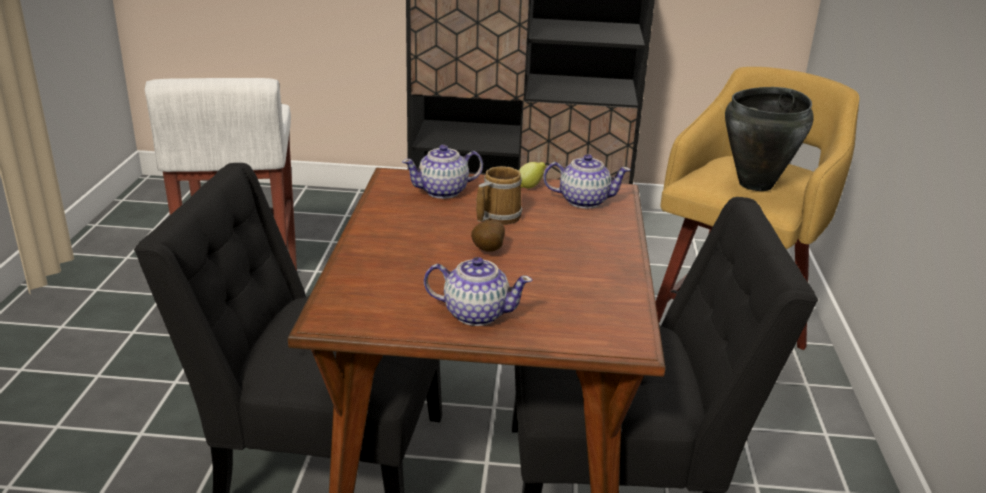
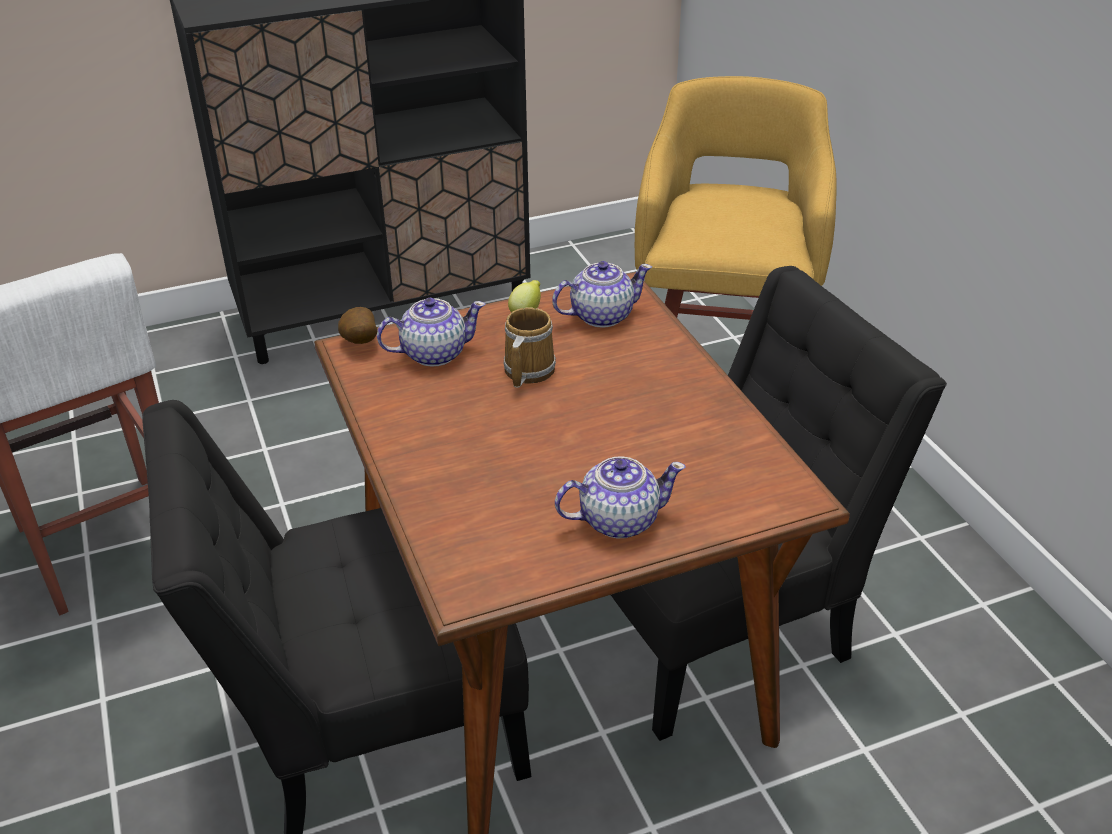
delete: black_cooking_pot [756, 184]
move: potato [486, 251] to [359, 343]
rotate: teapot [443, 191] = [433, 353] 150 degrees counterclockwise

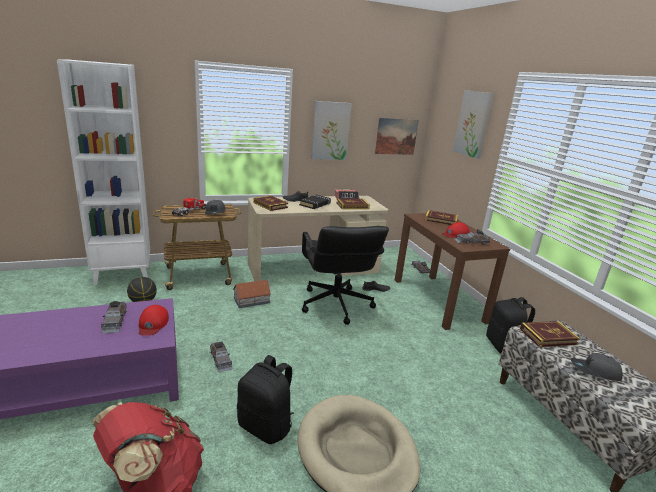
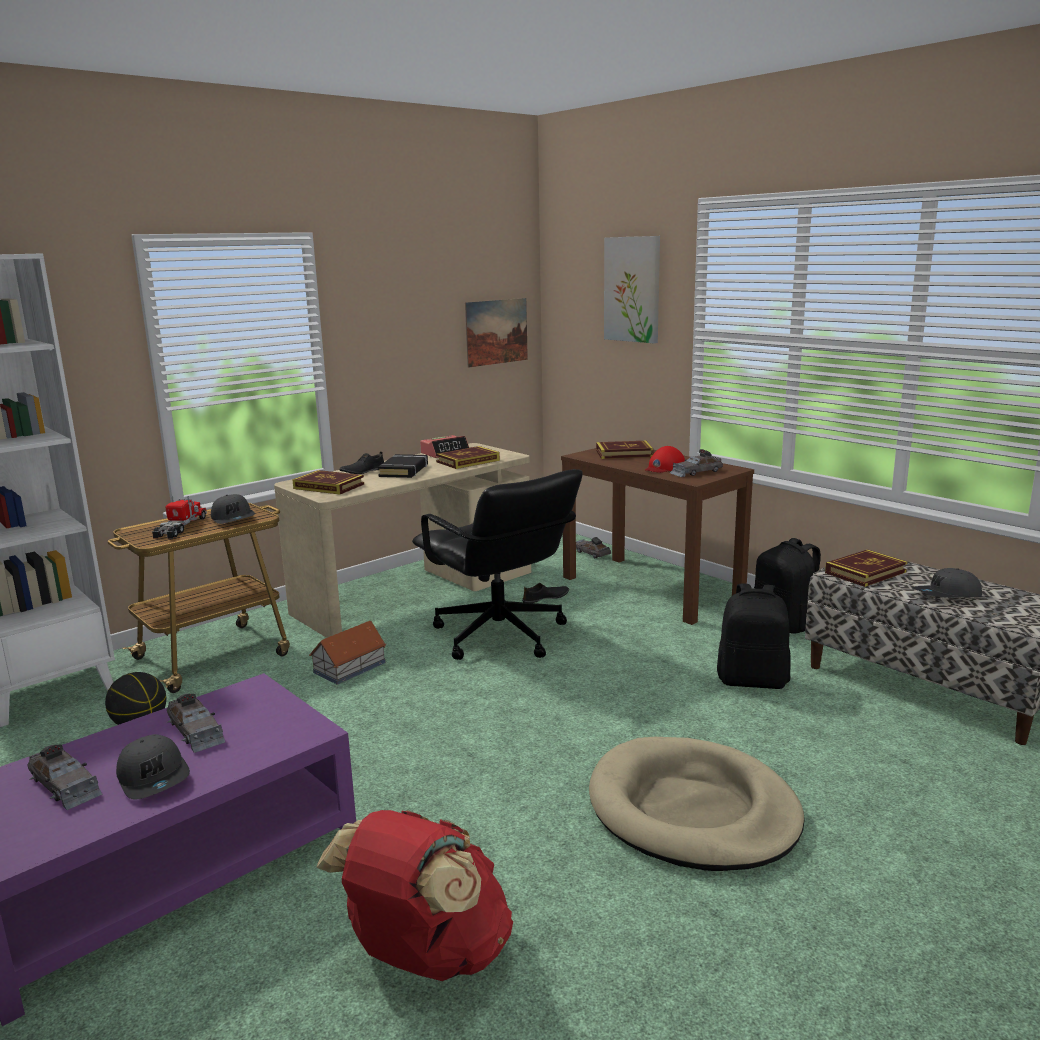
delete: picture [330, 131]; red_cap [153, 324]
insert: grey_cap [154, 777]
move: grey_toy_car [220, 359] to [65, 785]; black_backpack [266, 426] to [753, 680]

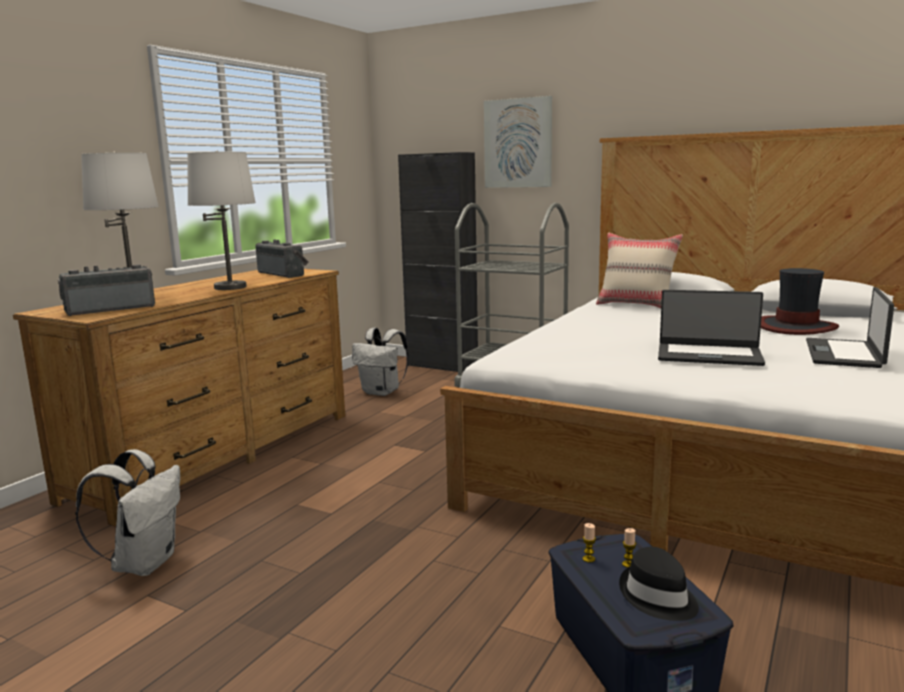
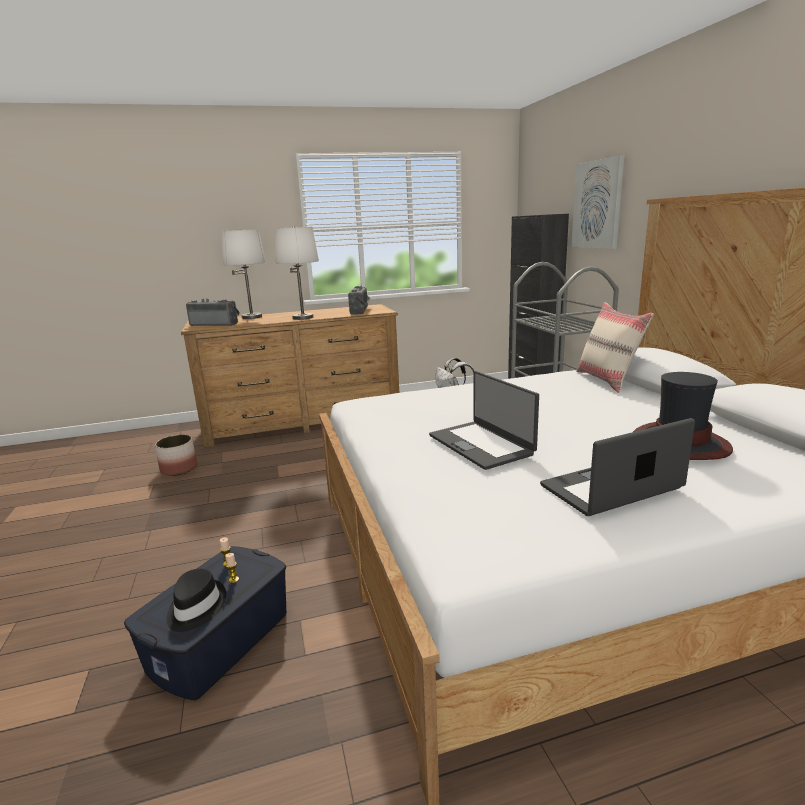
replace: white_backpack [144, 563] to planter [179, 468]

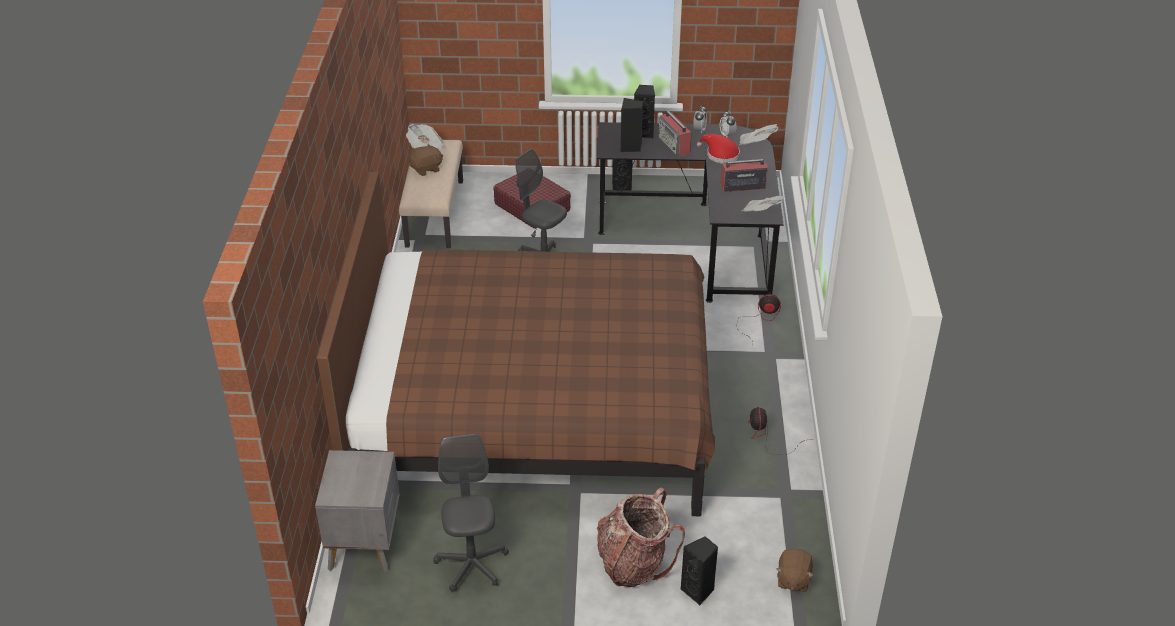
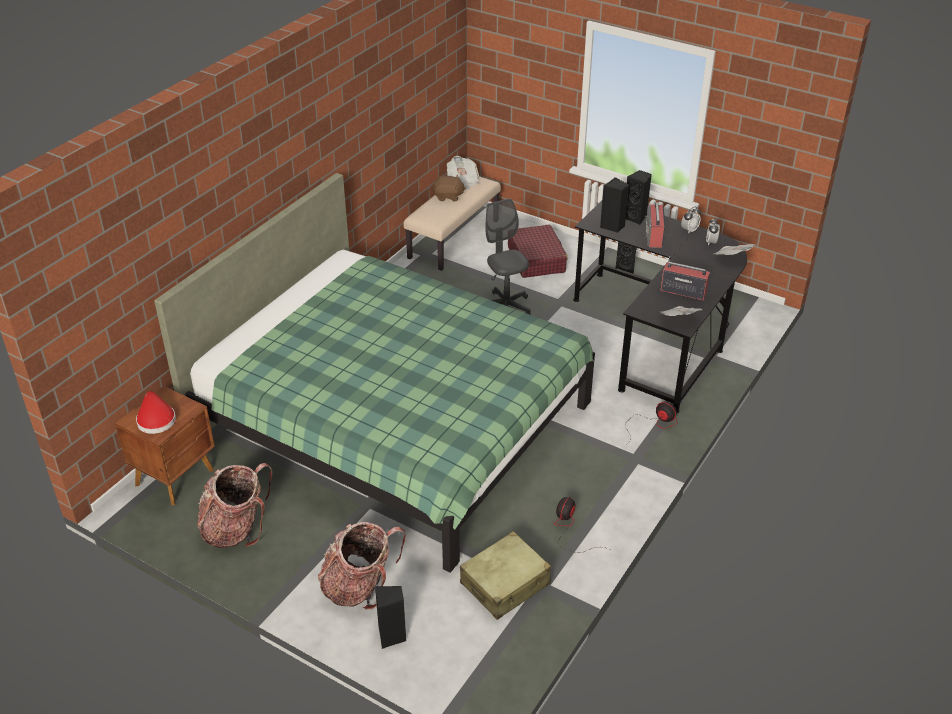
delete: brown_plush_toy [793, 580]
insert: beige_suitcase [505, 584]
move: red_hat [720, 155] to [155, 419]
replace: grey_office_chair [472, 565] to backpack [236, 529]
recolor: brown_bed [533, 408] to green_bed [393, 423]; grey_nightstand [365, 544] to brown_nightstand [176, 477]

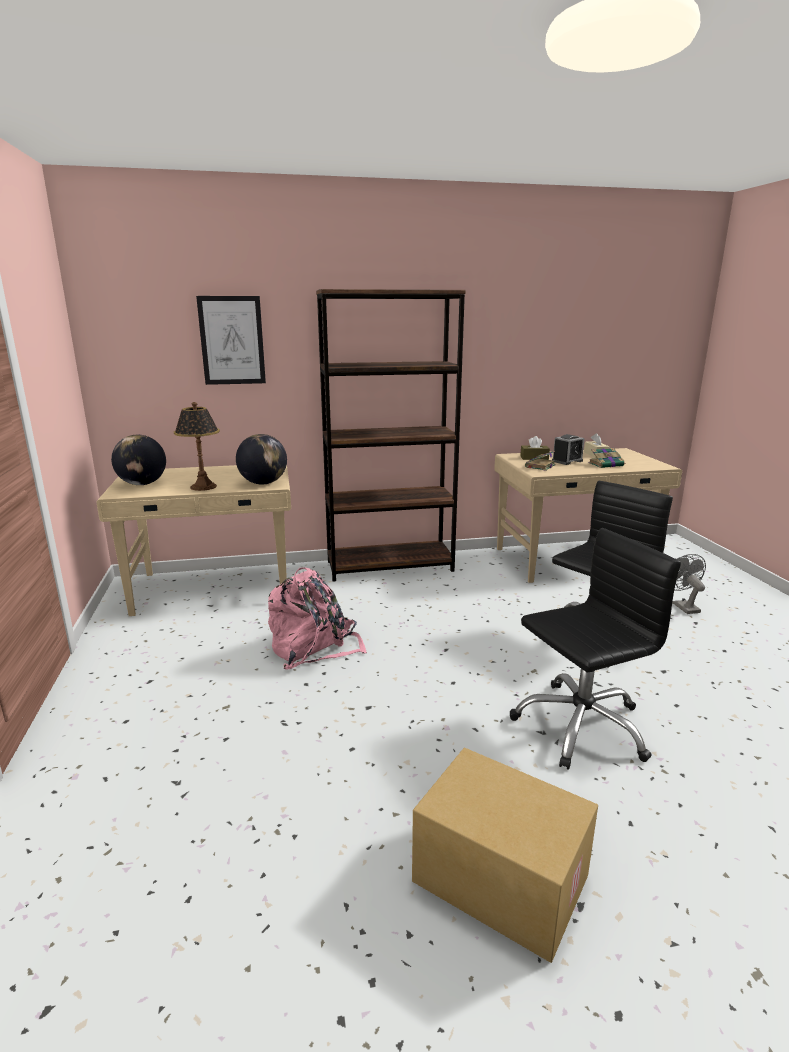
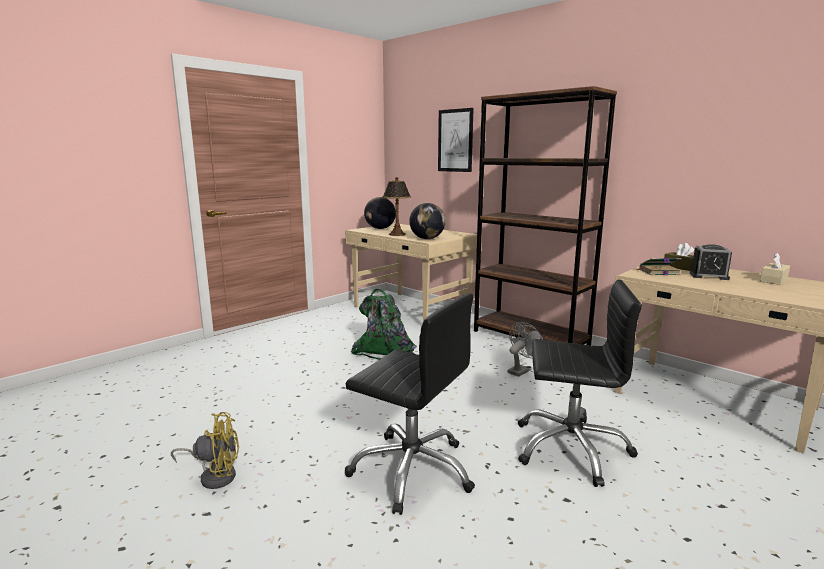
delete: book [606, 464]
move: grey_fan [682, 606] to [521, 370]
replace: cardboard_box [498, 879] to yellow_fan [214, 475]
recolor: pink_backpack [314, 648] to green_backpack [386, 353]

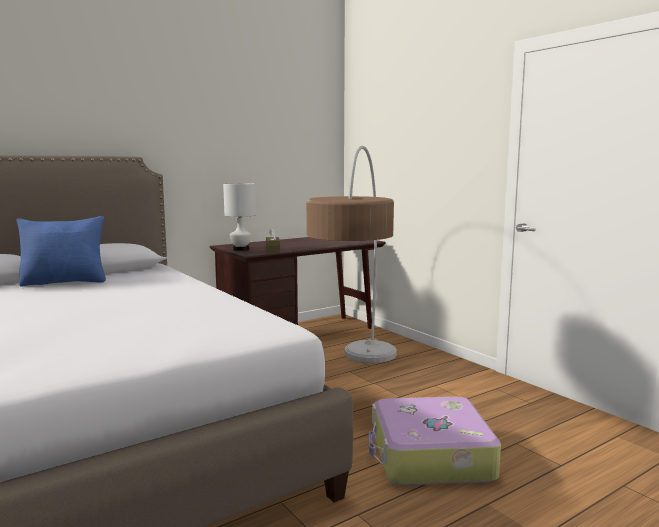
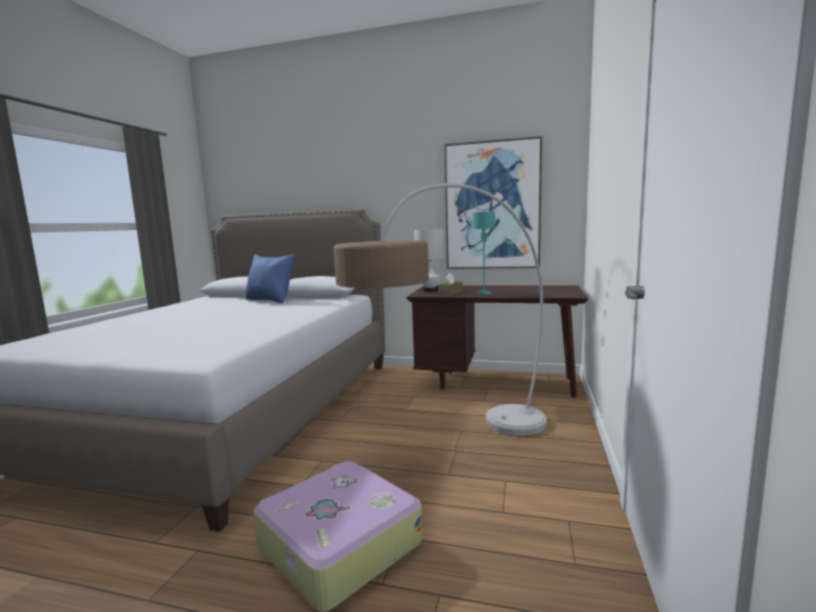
insert: picture [492, 206]; turquoise_table_lamp [483, 293]

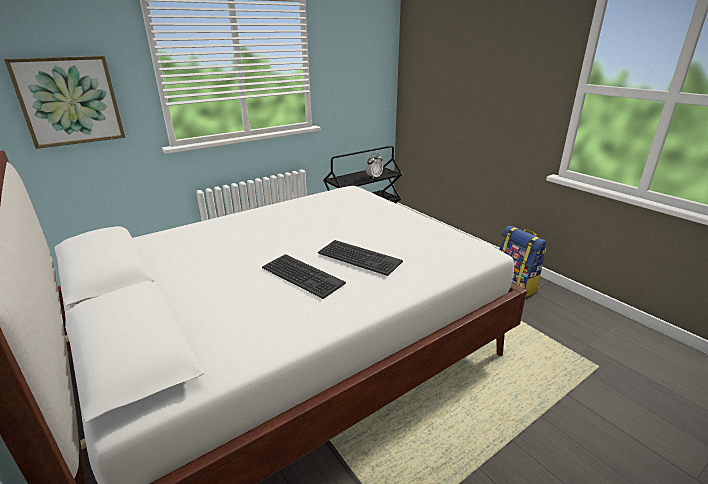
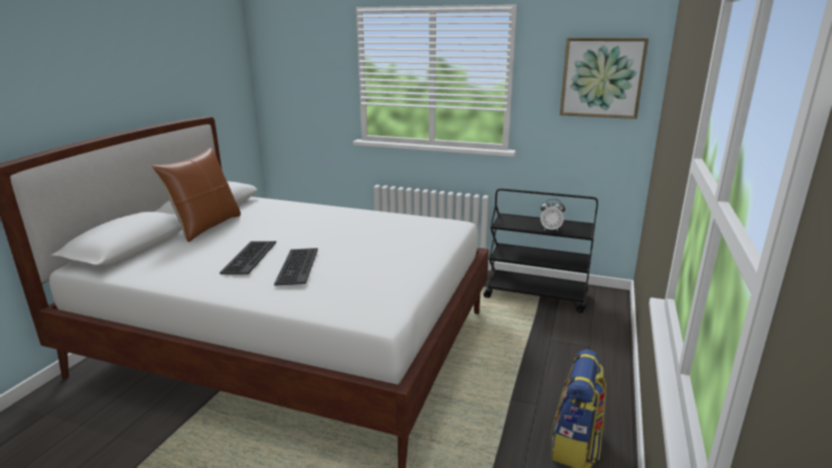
insert: brown_pillow [206, 226]
move: picture [69, 101] to [602, 78]

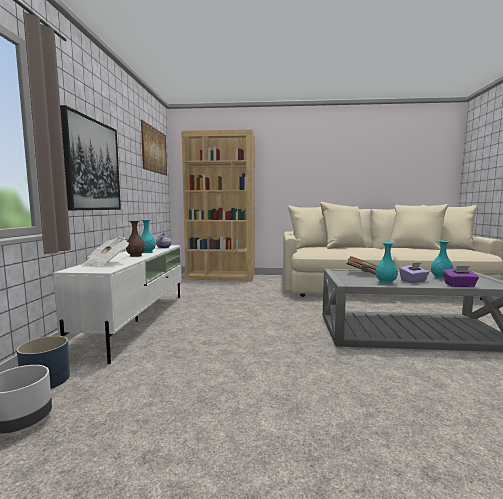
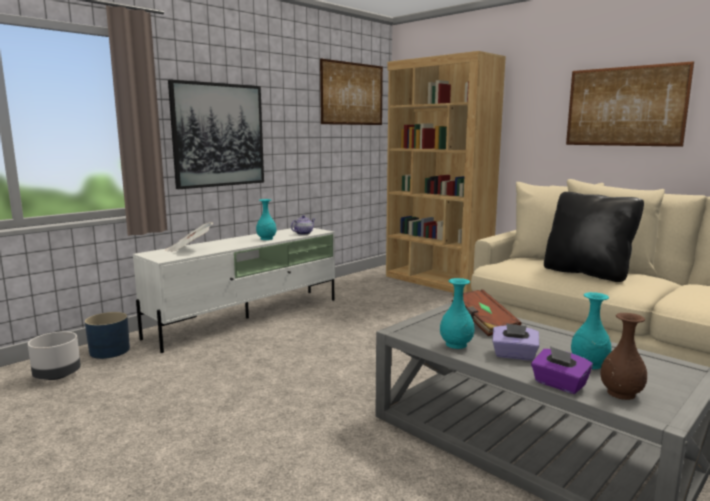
insert: picture [625, 106]; black_pillow [587, 273]
move: brown_vase [136, 256] to [621, 393]

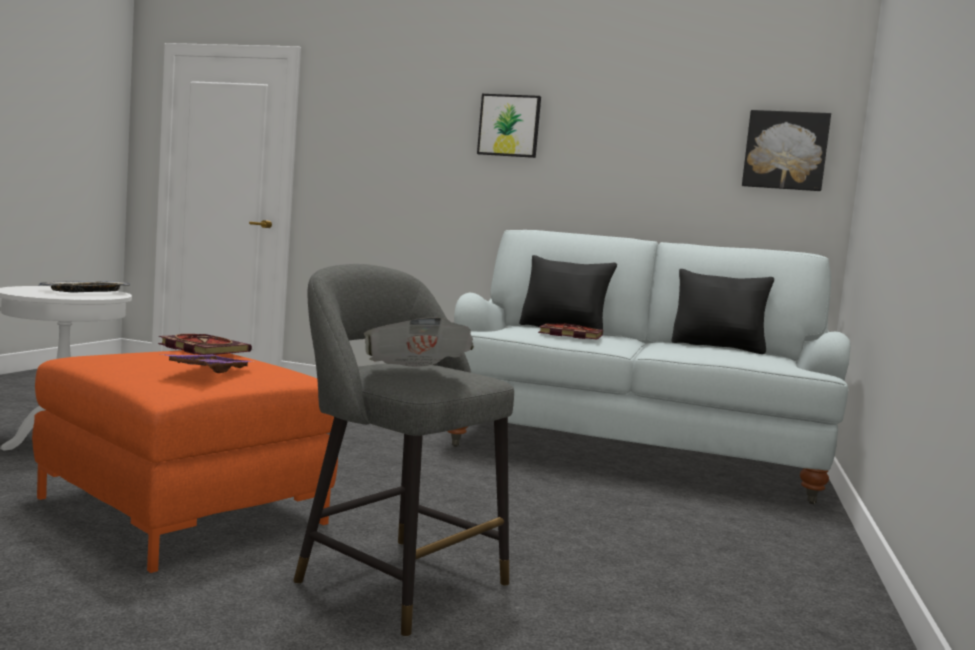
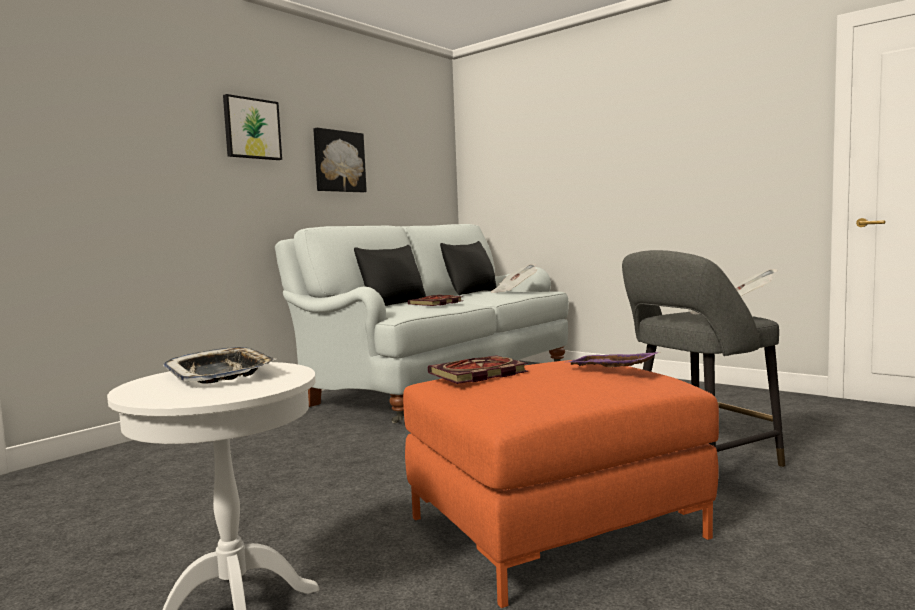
insert: newspaper [514, 291]
move: picture [785, 151] to [338, 161]

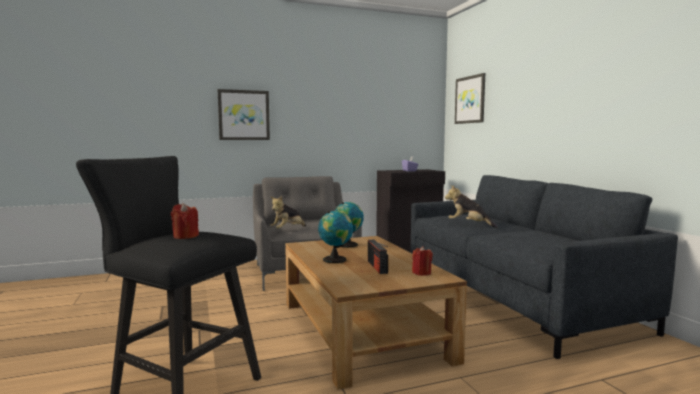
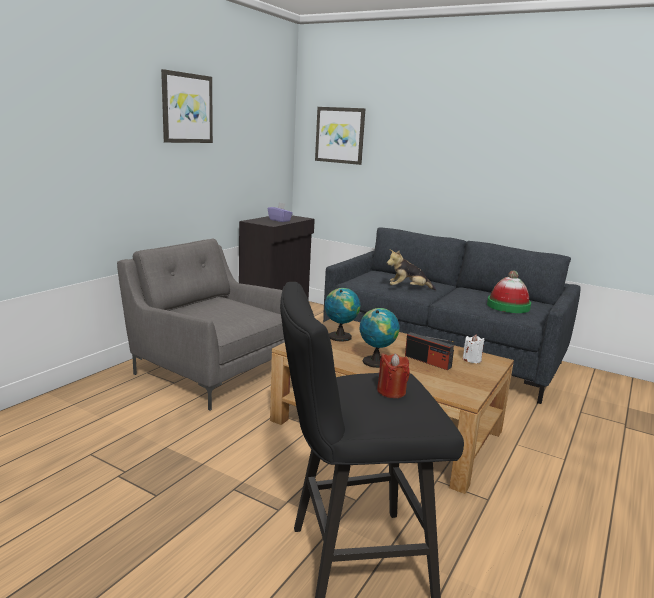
delete: plush_toy [288, 230]
insert: hat [508, 306]
move: picture [244, 115] to [186, 108]
recolor: red_candle [421, 273] to white_candle [472, 359]

